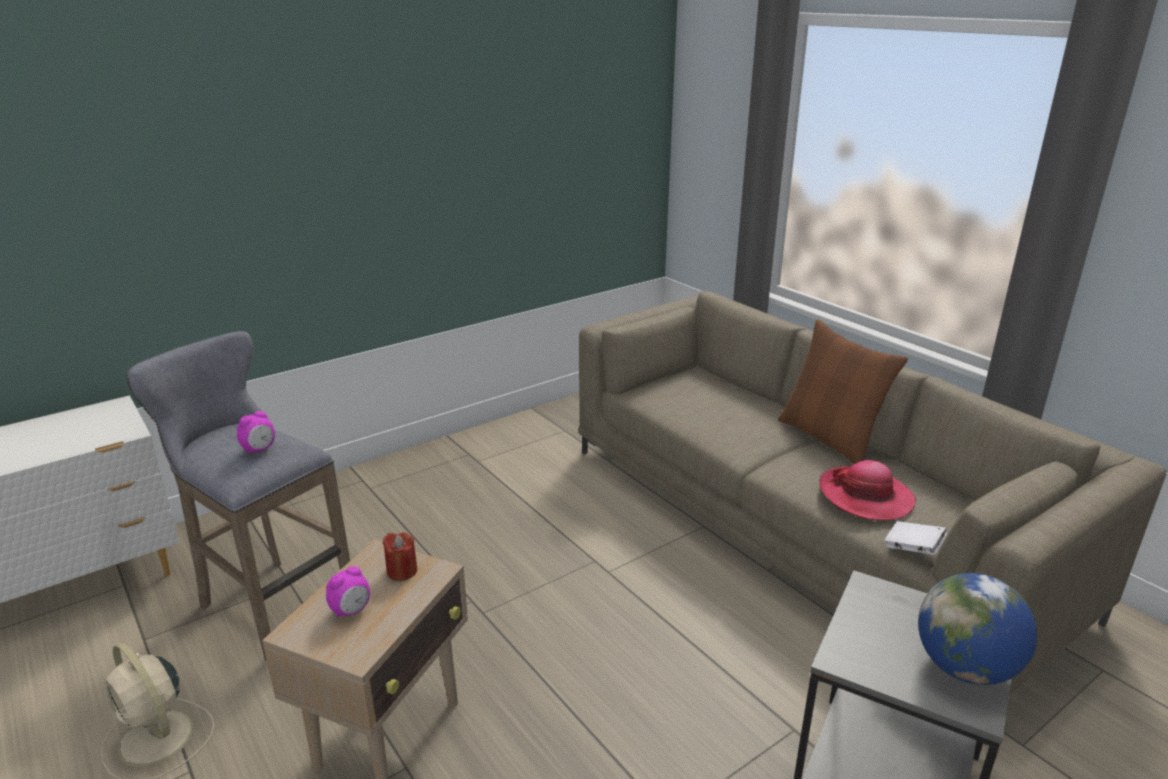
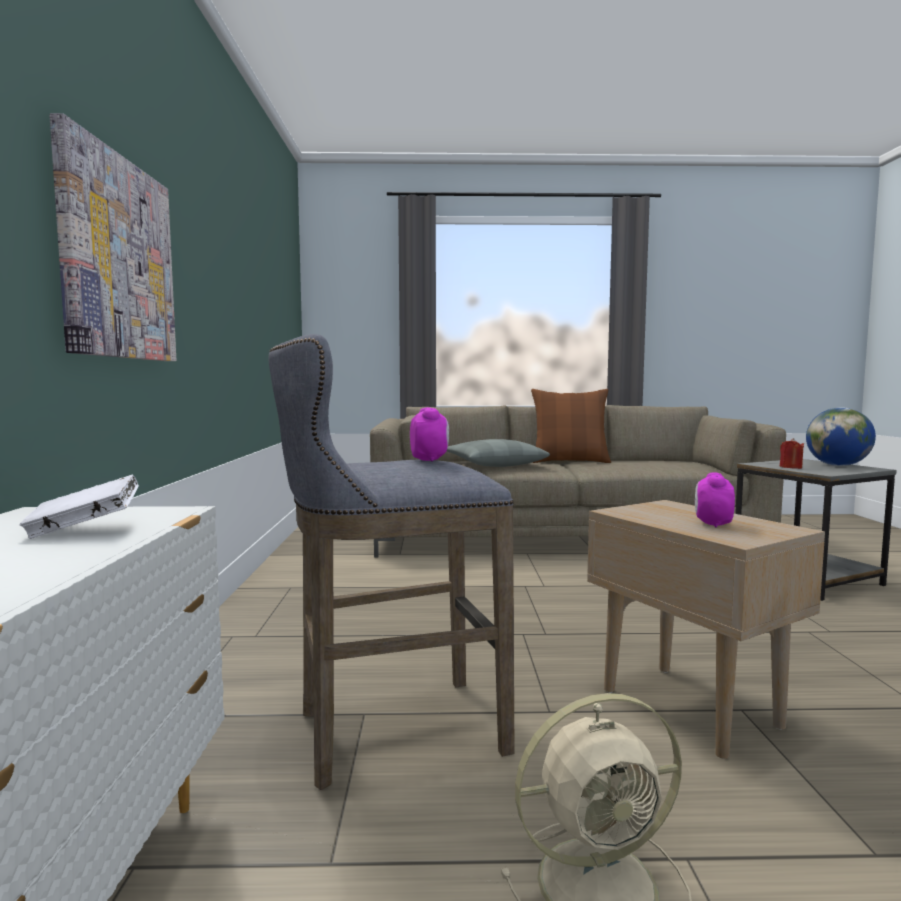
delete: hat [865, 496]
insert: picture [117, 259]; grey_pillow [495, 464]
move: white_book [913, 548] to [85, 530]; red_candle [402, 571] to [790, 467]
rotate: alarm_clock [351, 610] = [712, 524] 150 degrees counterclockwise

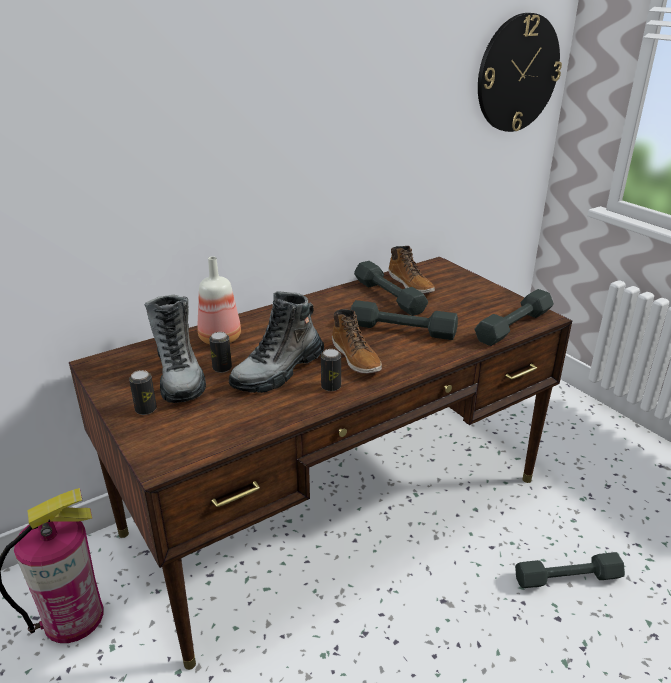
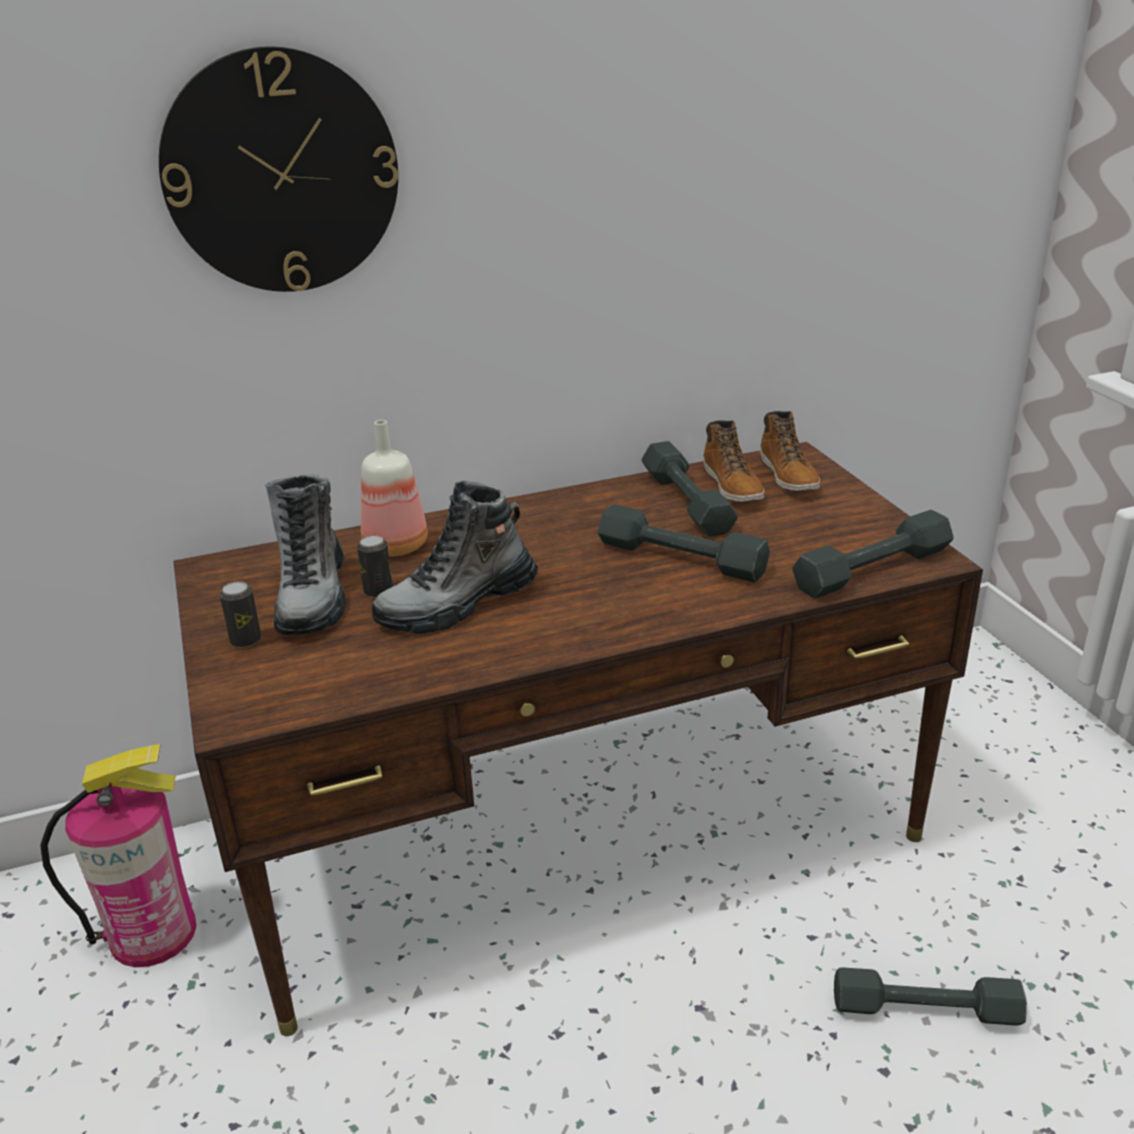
delete: can [331, 386]
move: wall_clock [517, 74] to [281, 173]; boot [356, 358] to [789, 475]

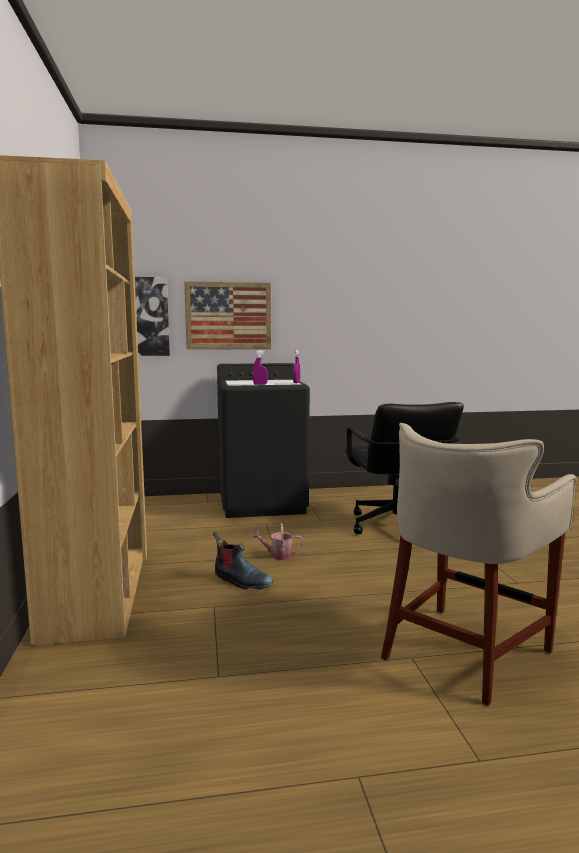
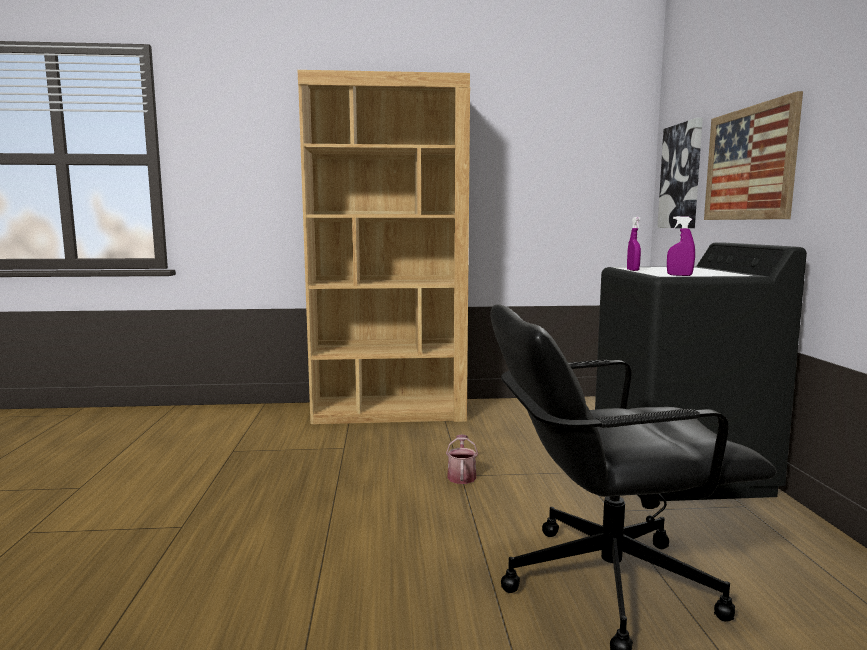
delete: beige_stool [465, 651]; boot [241, 581]

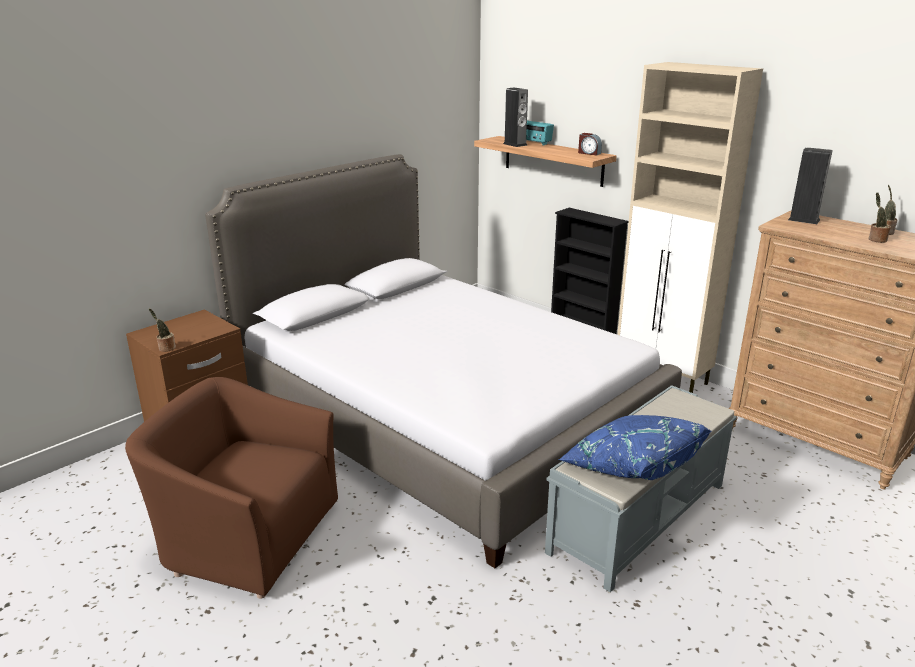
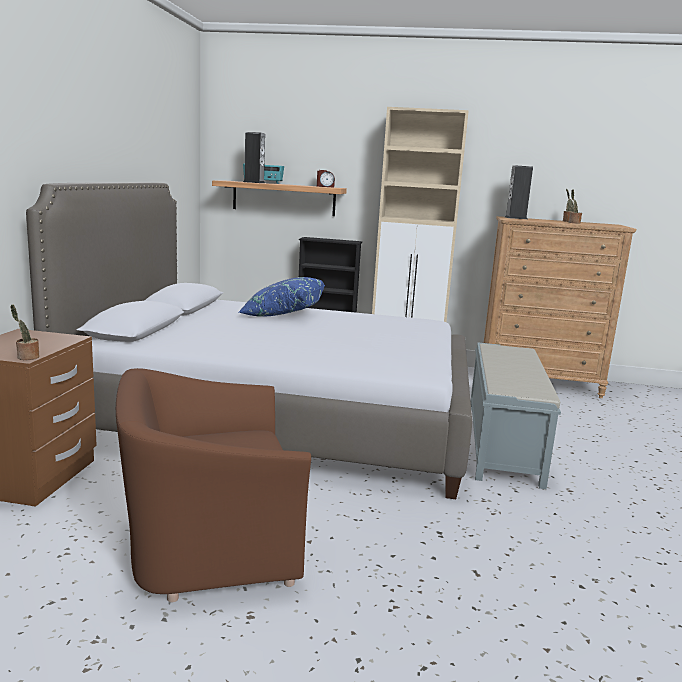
move: blue_pillow [631, 467] to [282, 314]

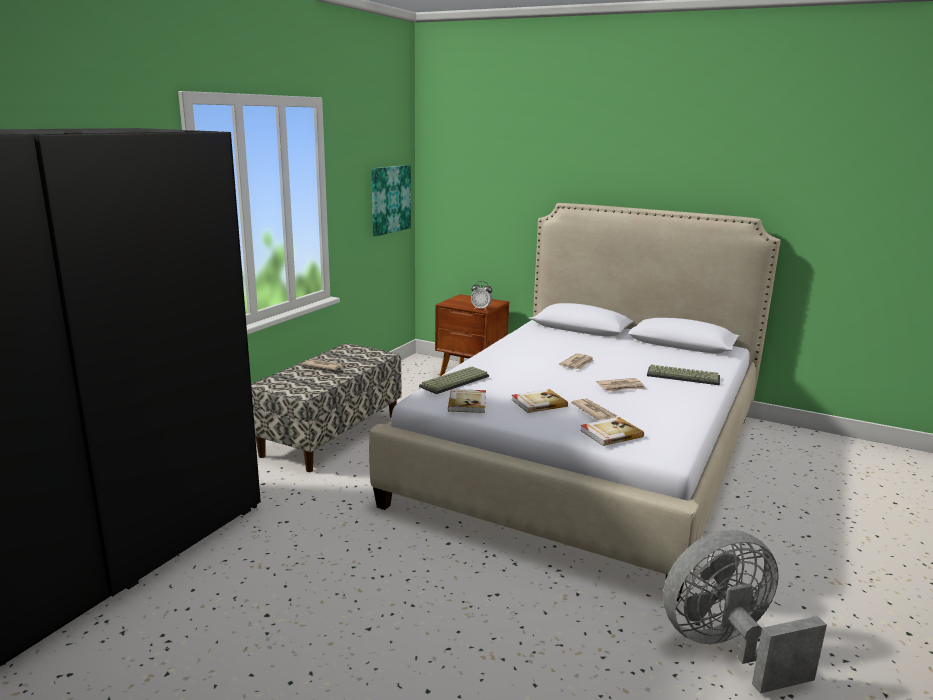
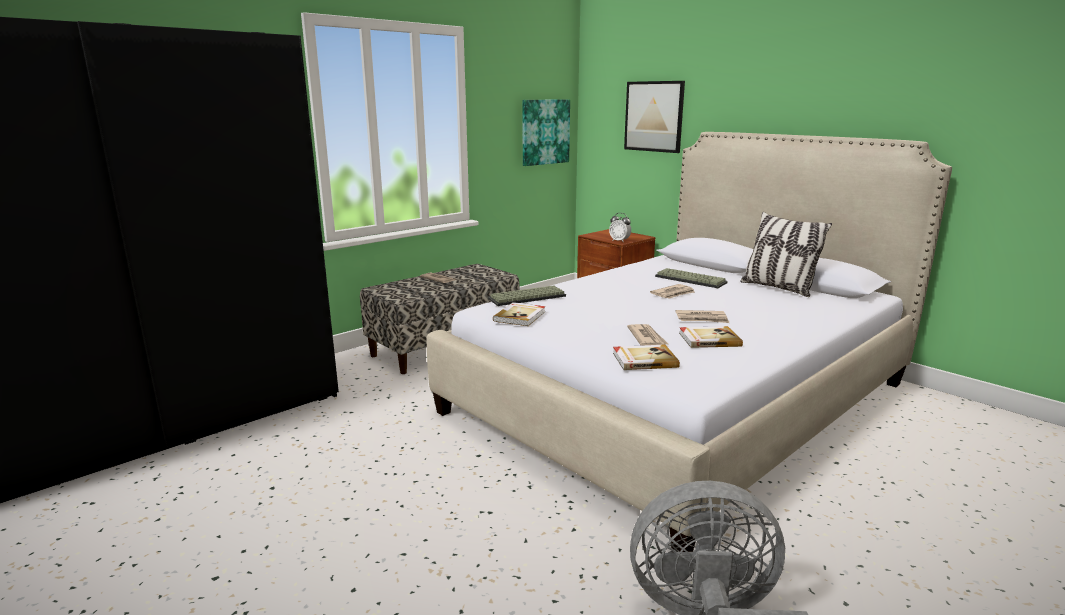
insert: picture [654, 116]; pillow [778, 288]
move: keyboard [684, 376] to [691, 279]; book [538, 403] to [709, 339]

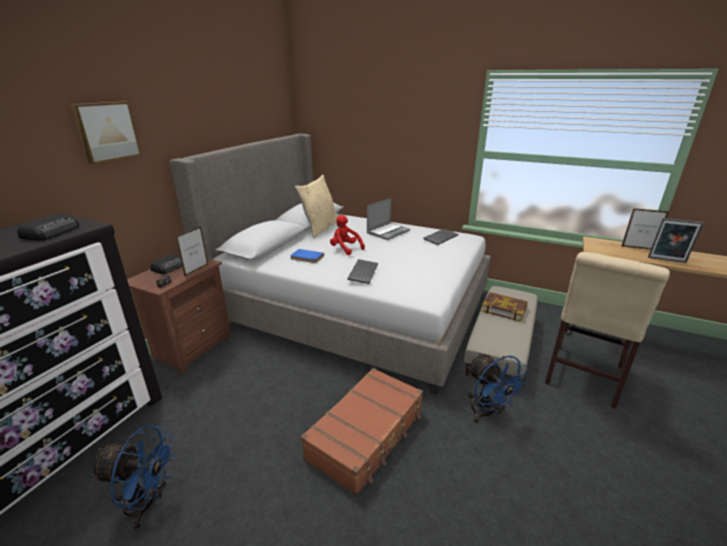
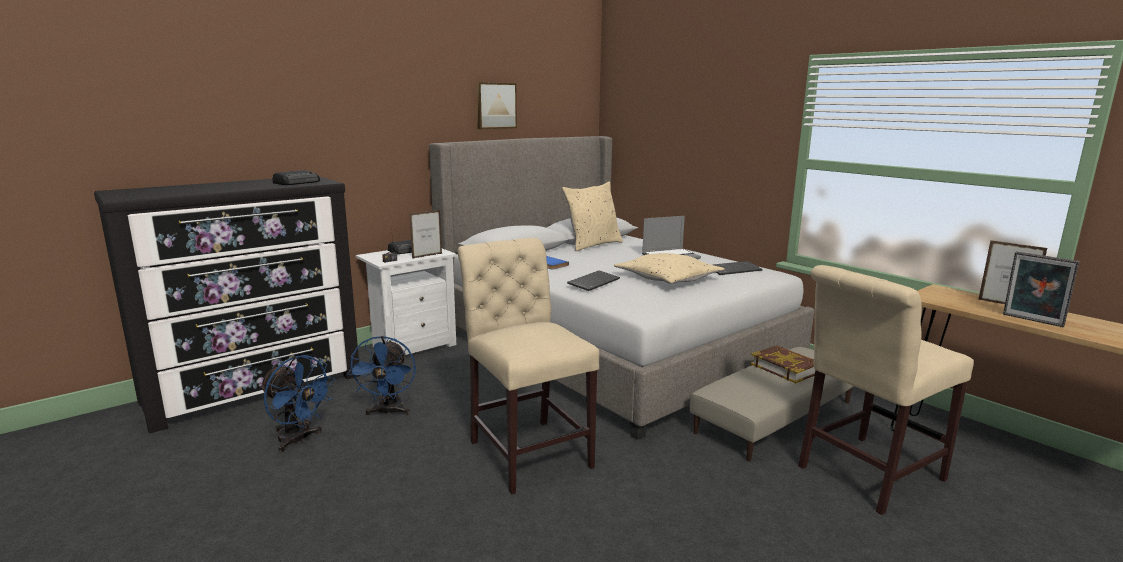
delete: red_plush_toy [345, 249]
insert: beige_pillow [667, 279]
move: picture [106, 131] to [495, 105]; blue_fan [487, 413] to [388, 412]
replace: brown_suitcase [367, 435] to beige_chair [527, 450]
recolor: brown_nightstand [191, 347] to white_nightstand [412, 346]

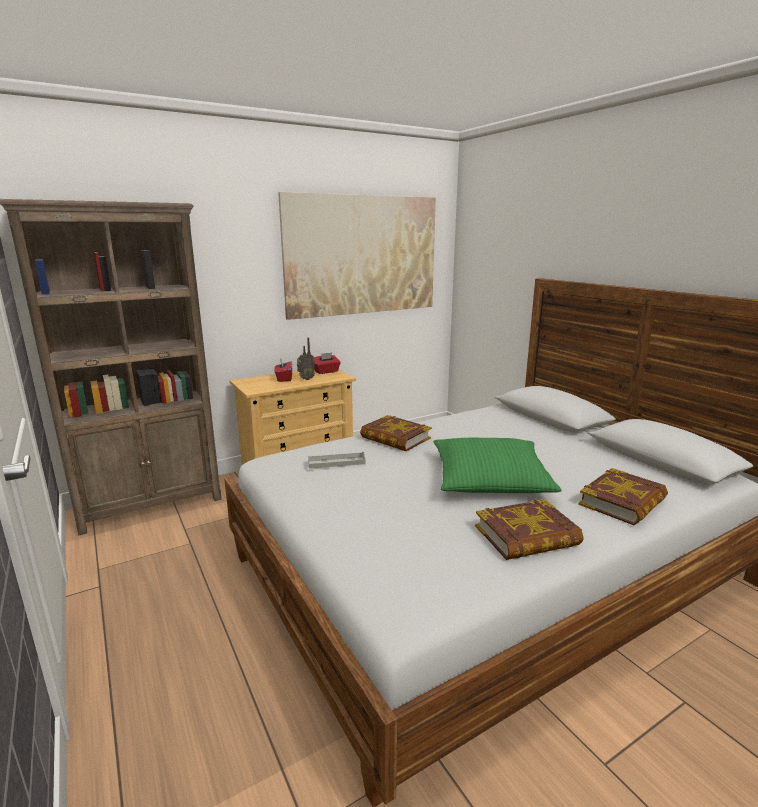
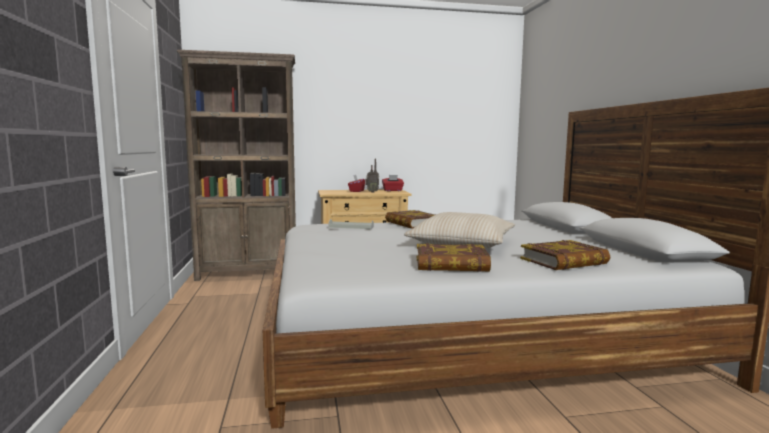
delete: picture [362, 255]
recolor: green_pillow [490, 479] to beige_pillow [461, 243]

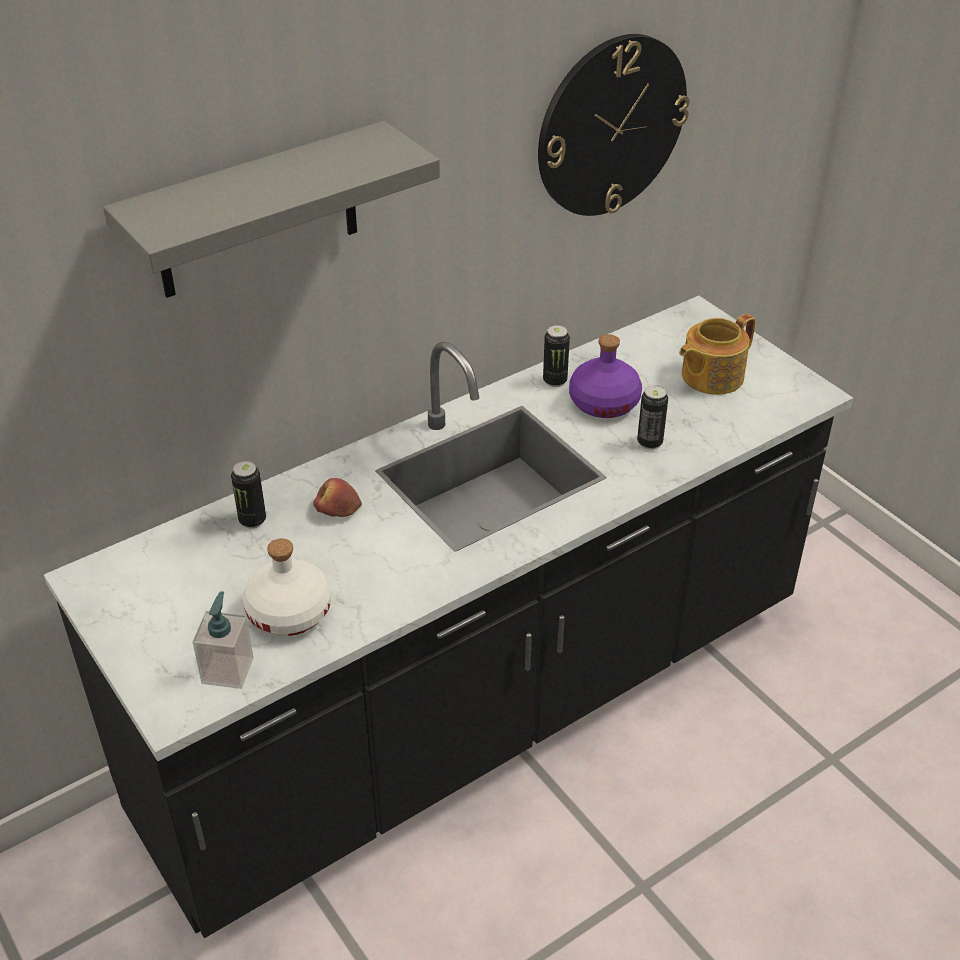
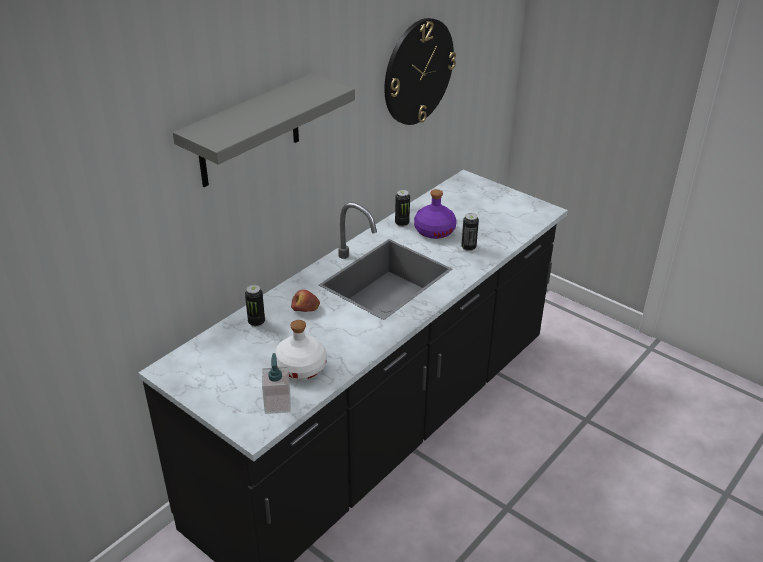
delete: teapot [710, 376]

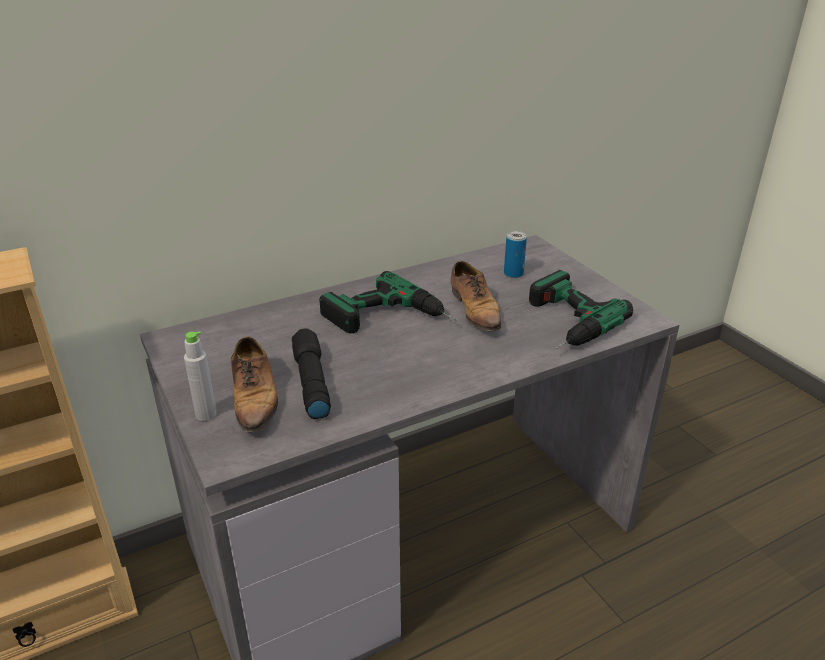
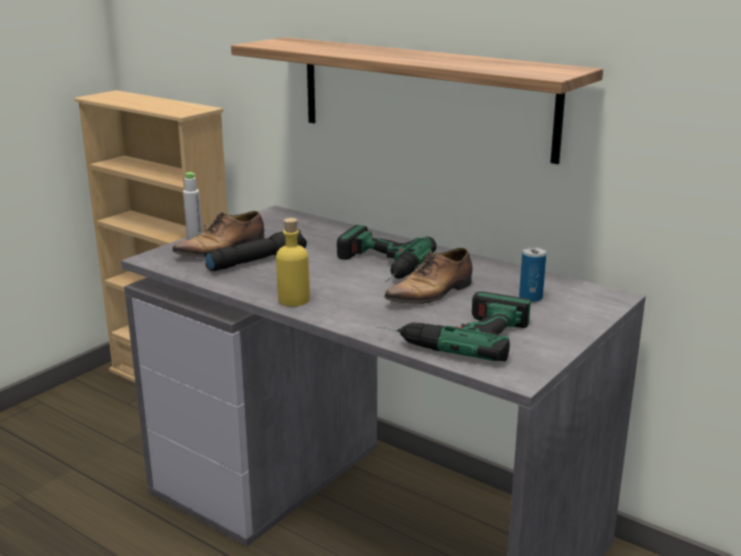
insert: shelf [424, 96]; yellow_bottle [293, 300]

